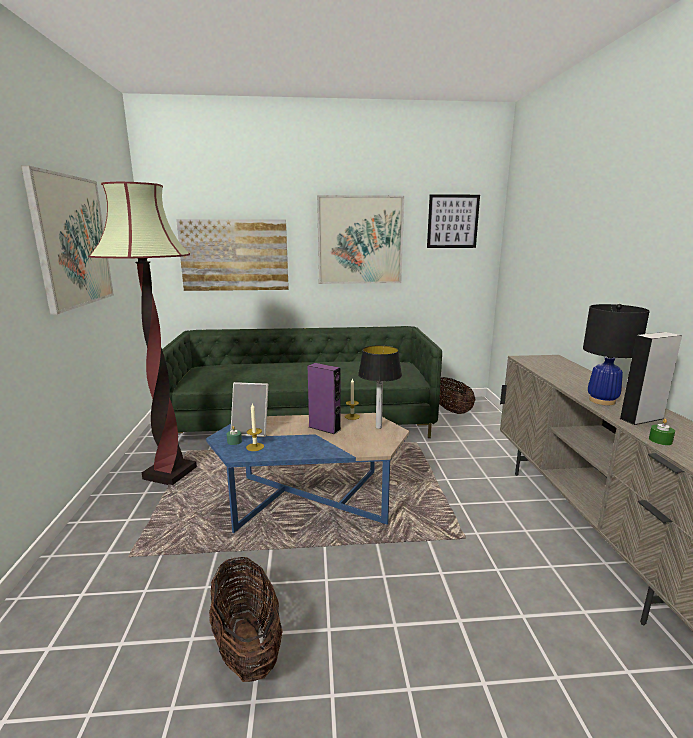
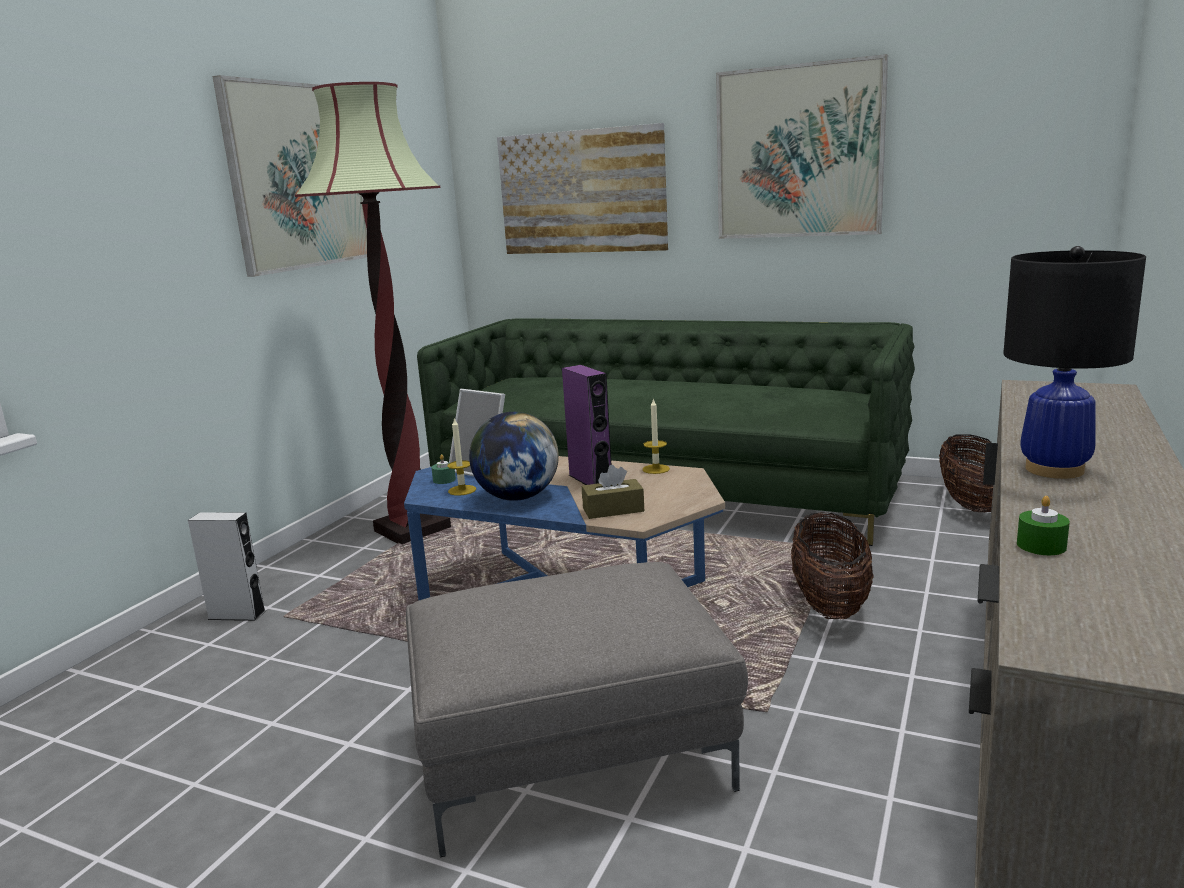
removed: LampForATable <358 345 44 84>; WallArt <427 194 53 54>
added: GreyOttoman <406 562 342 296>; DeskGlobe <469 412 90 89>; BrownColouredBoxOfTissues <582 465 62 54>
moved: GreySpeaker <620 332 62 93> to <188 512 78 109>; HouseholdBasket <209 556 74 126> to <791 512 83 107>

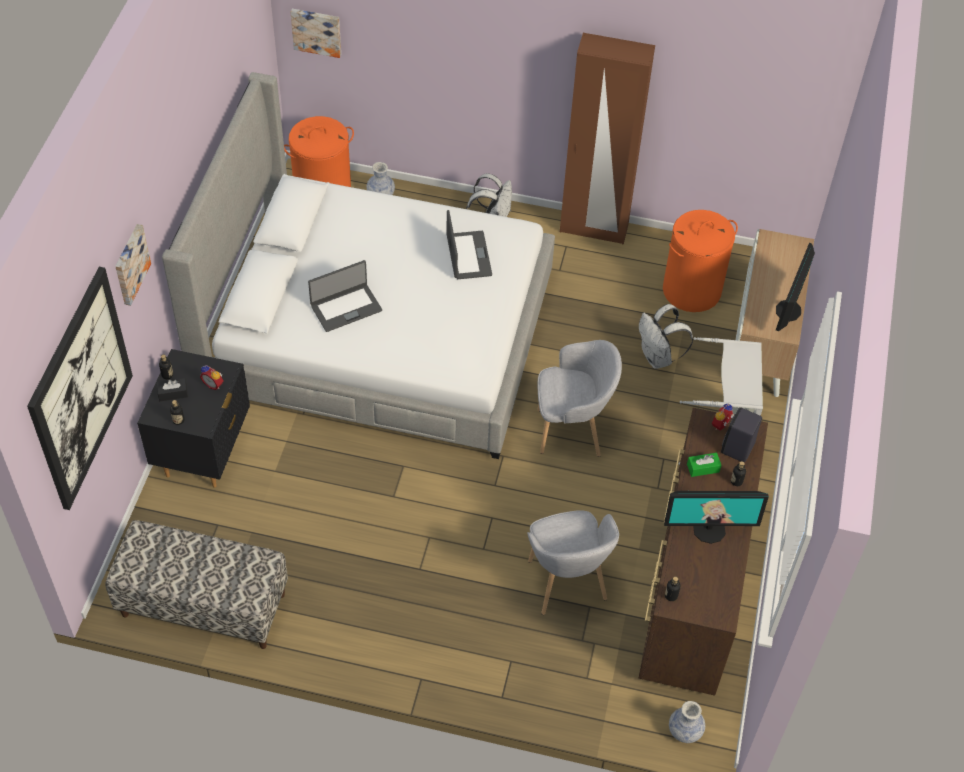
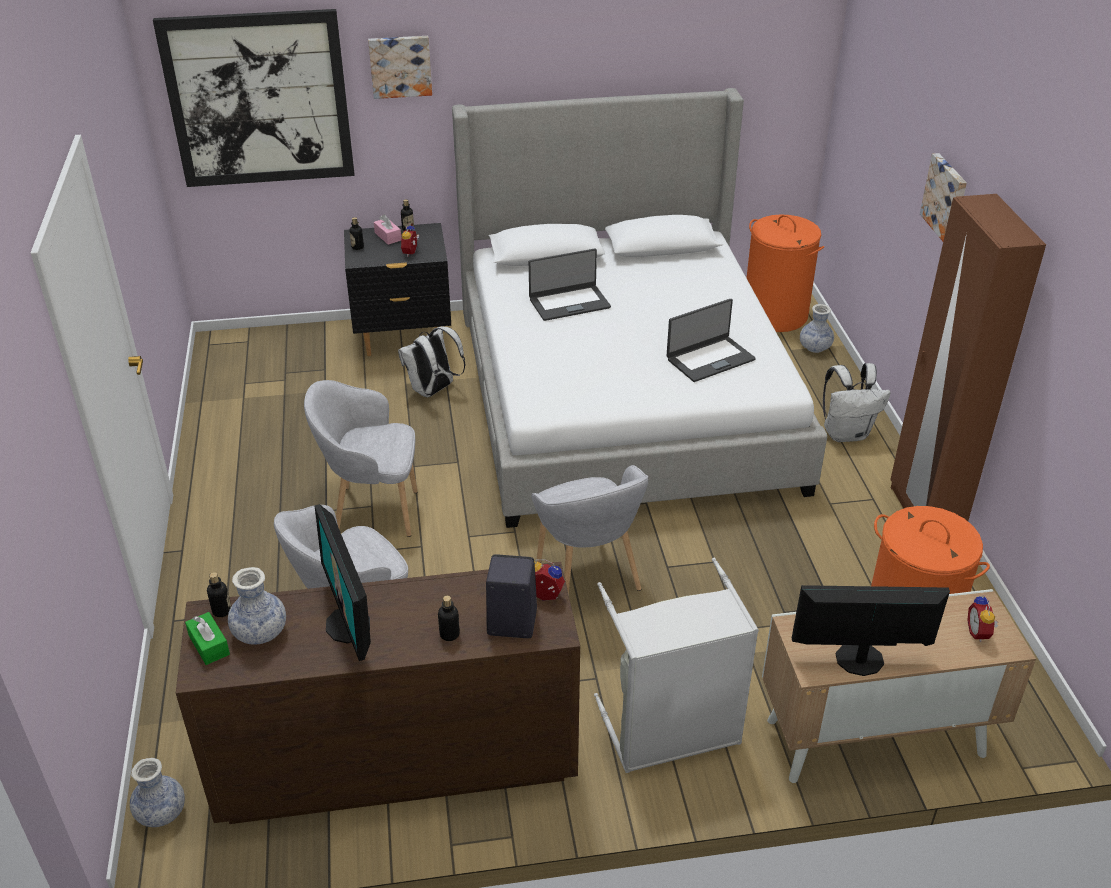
removed: IndoorBench <105 520 183 129>
added: FlowerVase <228 567 58 78>; GreyArmchair <304 380 114 157>; BedsideClock <967 595 31 47>
moved: GreenishBoxOfTissues <687 453 34 24> to <185 612 45 53>; WhiteKnapsack <639 304 54 65> to <398 326 68 71>; WallArt <290 9 51 49> to <920 153 47 88>
recoloured: BlackishBoxOfTissues <157 378 31 23> to PinkColouredBoxOfTissues <374 214 27 31>
turned: Laptop <308 260 74 72> = <529 249 82 72> 60 degrees counterclockwise

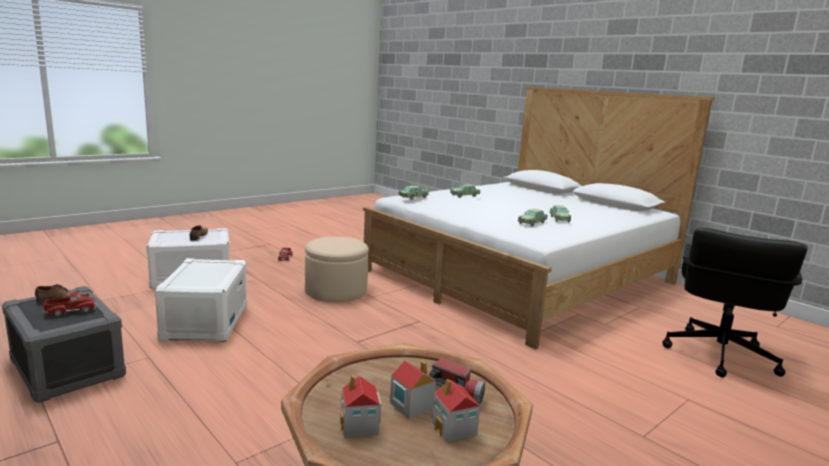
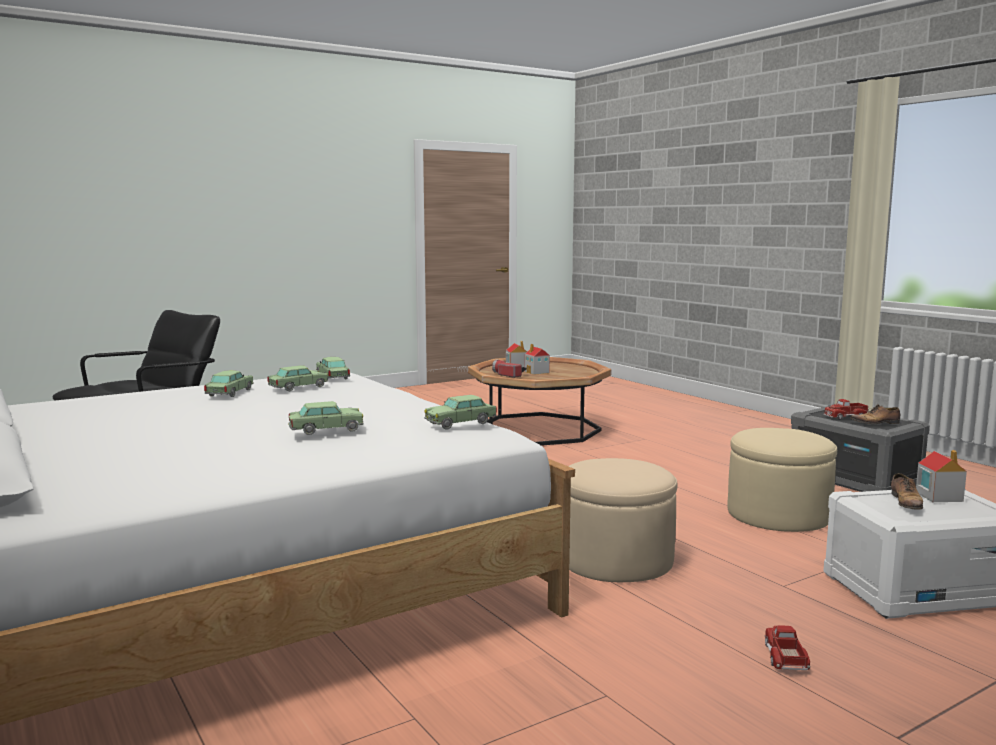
added: ToyCar <316 357 34 23>
moved: ModelHouse <340 374 41 64> to <916 450 51 52>
replaced: WhiteStorageContainer <154 258 93 84> to BeigeOttoman <727 428 110 104>

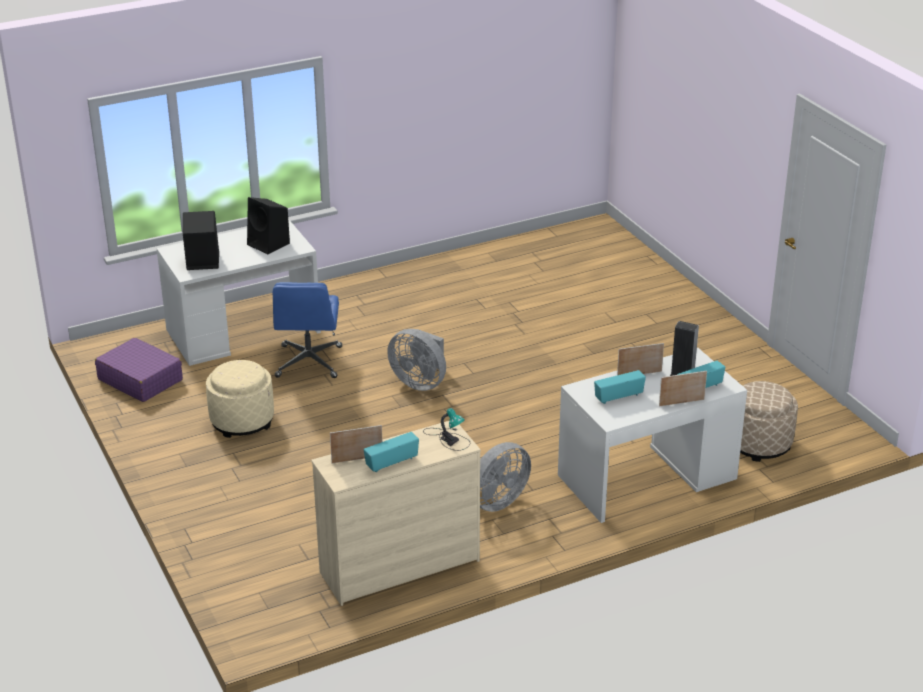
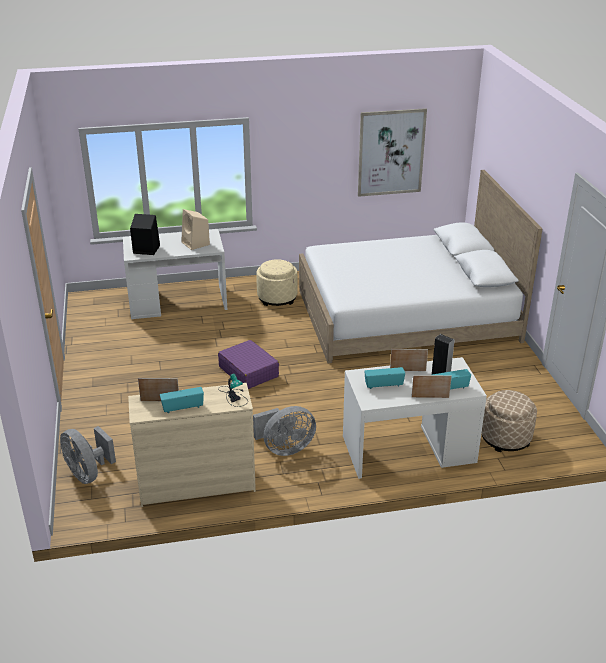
removed: BlueColouredOfficeChair <273 282 69 96>
added: WhiteSleepingBed <299 170 243 193>; WallArt <358 108 69 89>
moved: GreyElectricFan <387 329 59 62> to <60 426 56 58>; PurpleColouredTravelCase <95 338 88 64> to <218 340 61 49>; BeigeOttoman <206 360 68 78> to <257 259 41 47>
recoloured: BlackishSpeaker <247 197 43 57> to BeigeSpeaker <181 209 29 41>

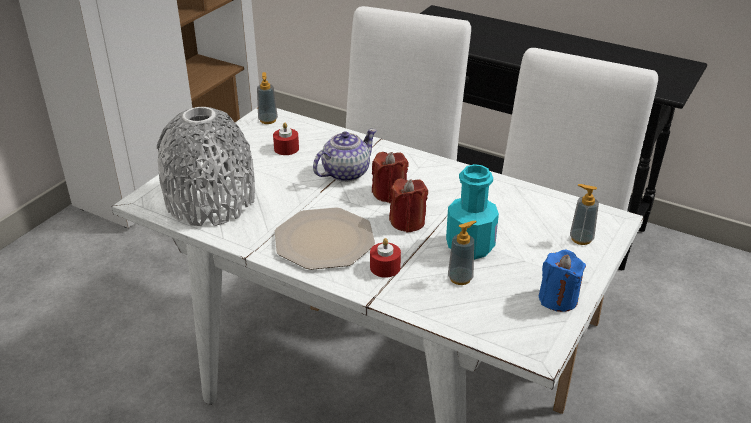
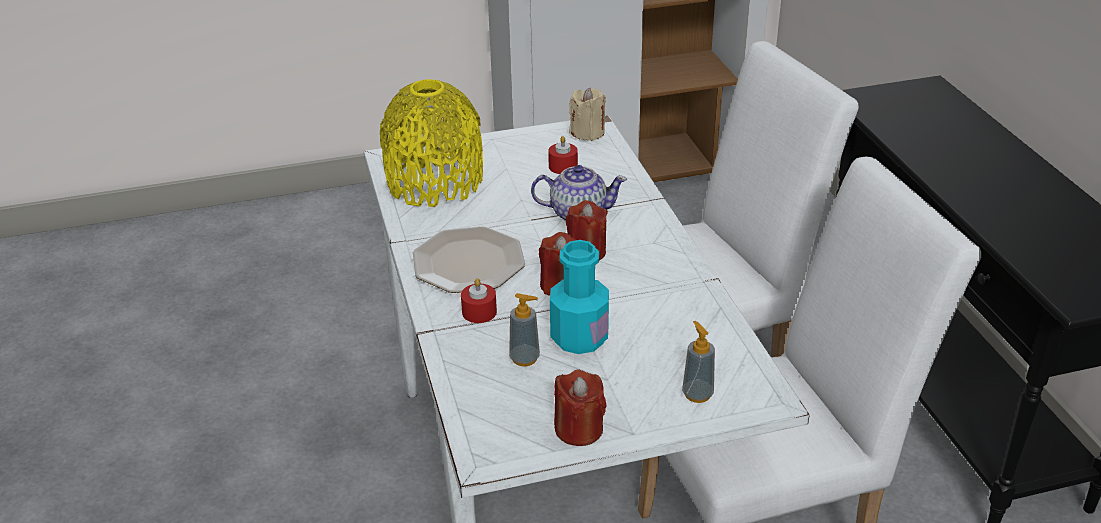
replaced: LiquidSoapBottle <257 72 21 52> to BeigeCandle <569 88 37 53>
recoloured: GreyFlowerVase <157 107 98 119> to YellowFlowerVase <380 79 103 128>; BlueColouredCandle <539 250 47 62> to RedCandle <554 370 52 76>

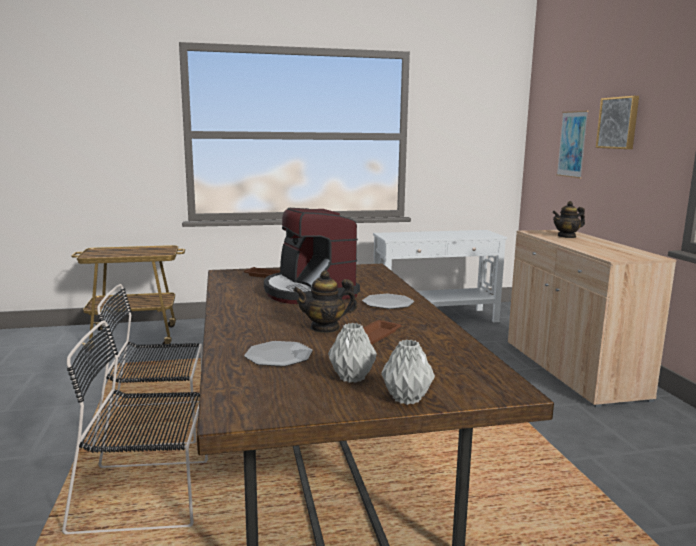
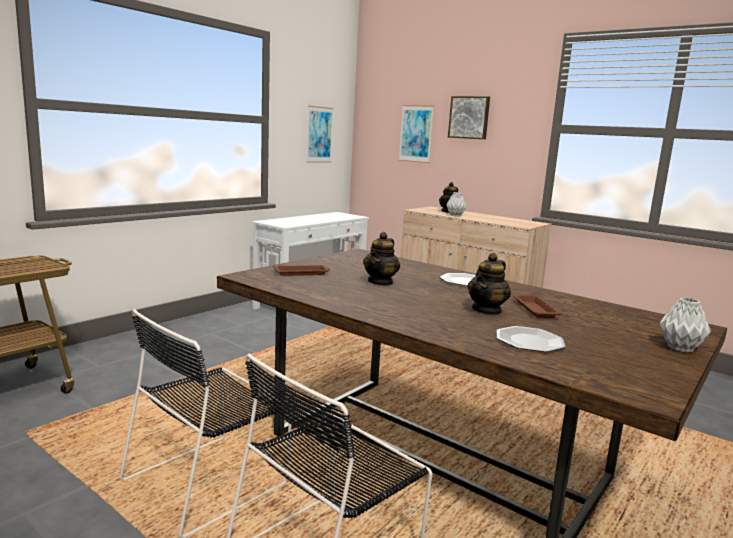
added: WallArt <306 106 28 57>
moved: GreyFlowerVase <328 323 49 60> to <446 192 21 24>
replaced: CoffeeMachine <264 208 96 96> to PotForTea <363 232 37 54>

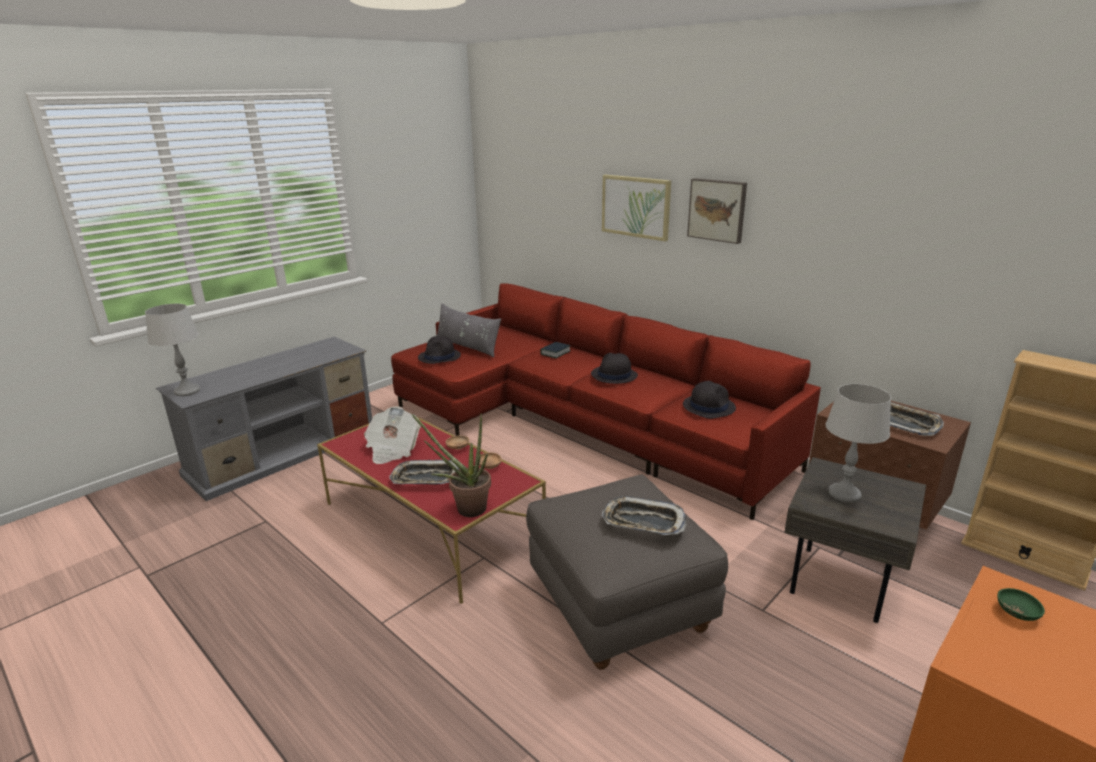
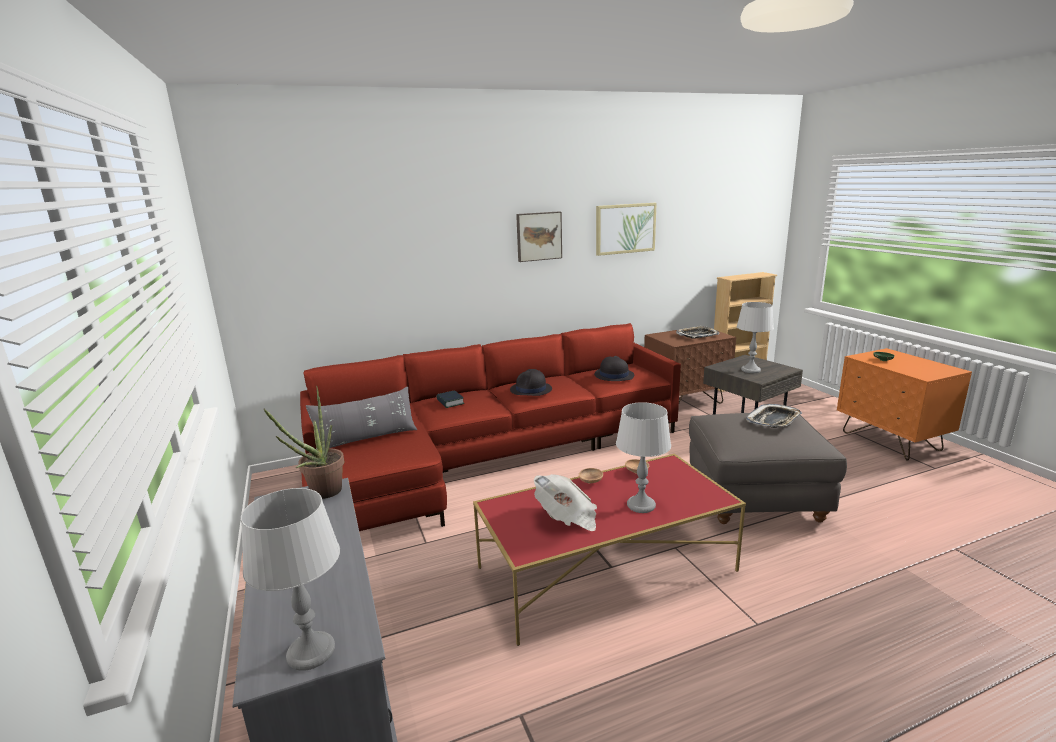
removed: BlackishWearableHat <418 336 43 28>
moved: PottedPlant <411 413 80 104> to <264 386 80 113>; WallArt <602 175 69 66> to <596 203 61 53>
replaced: Tray <389 460 71 25> to GreyLampForATable <616 402 55 111>

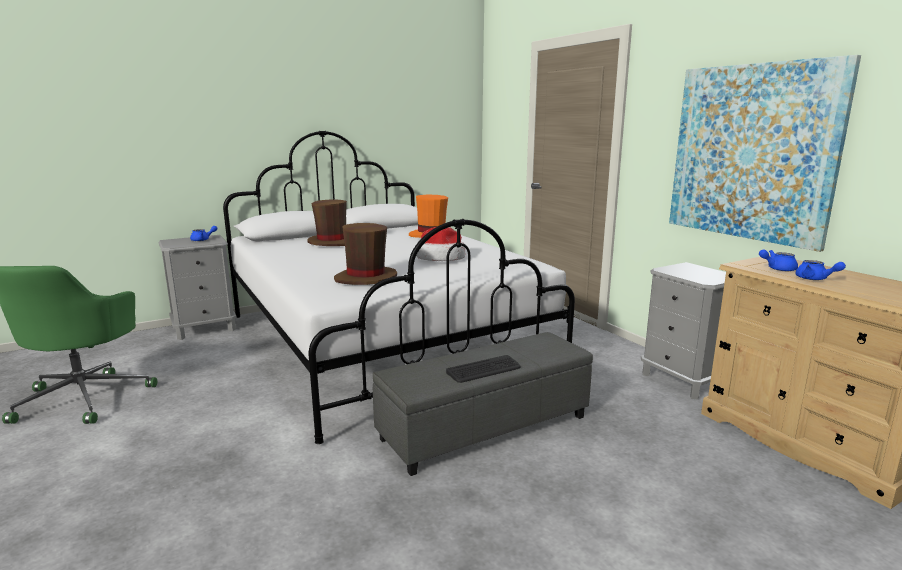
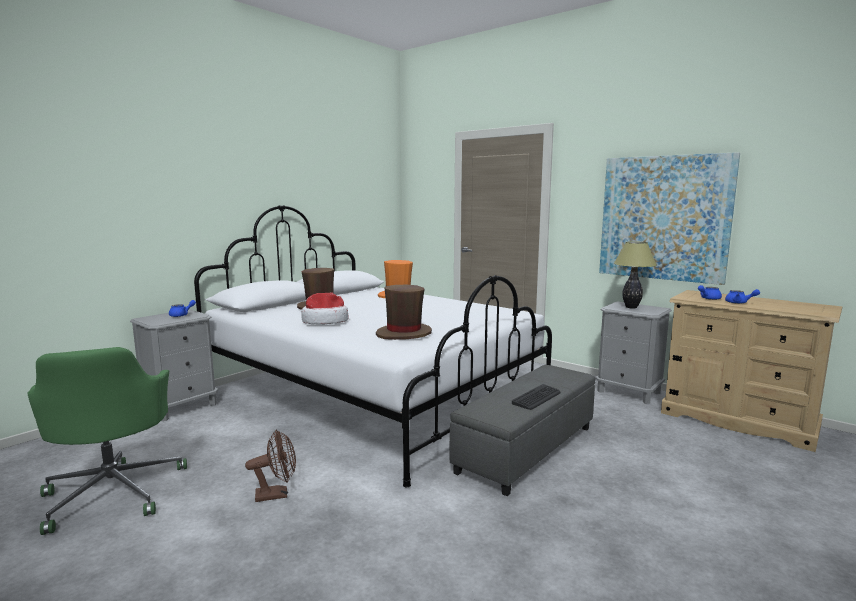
added: BrownColouredElectricFan <245 430 51 72>; LampForATable <614 241 43 68>
moved: WearableHat <416 227 49 34> to <301 292 47 32>

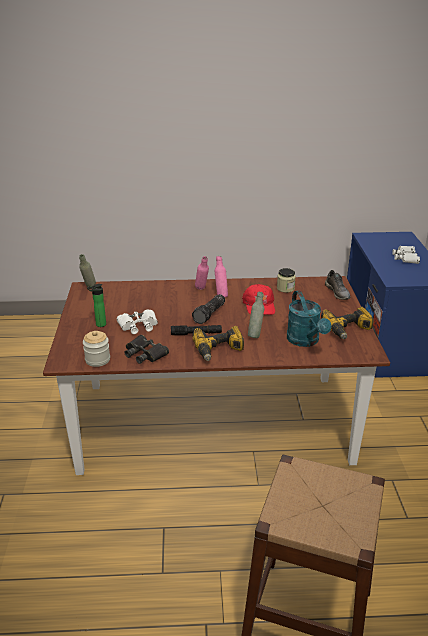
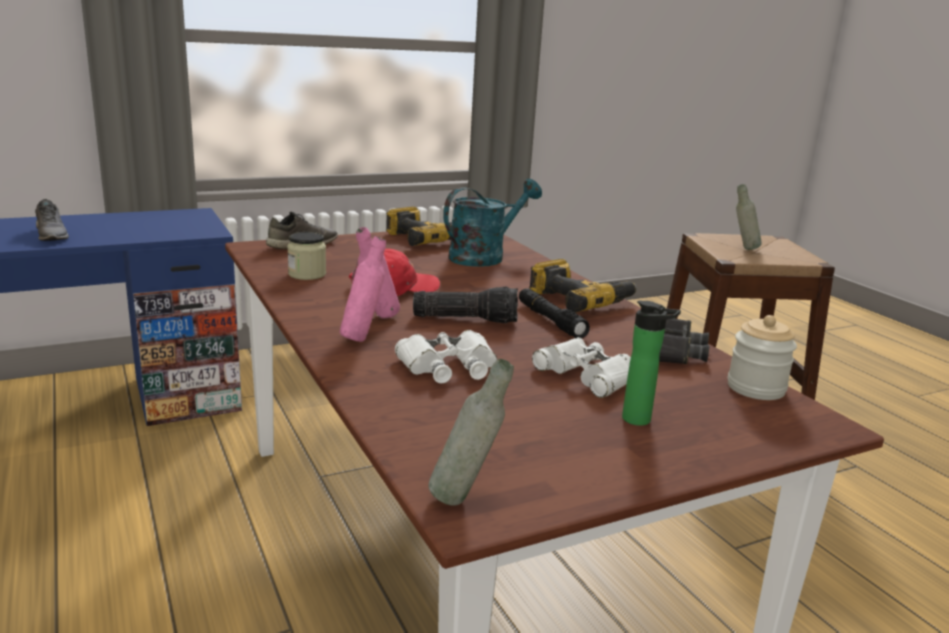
added: GreyShoe <35 199 34 42>
moved: WhiteFieldGlasses <392 246 28 18> to <395 330 102 53>; GreyDrinkBottle <248 291 16 47> to <736 184 26 66>

